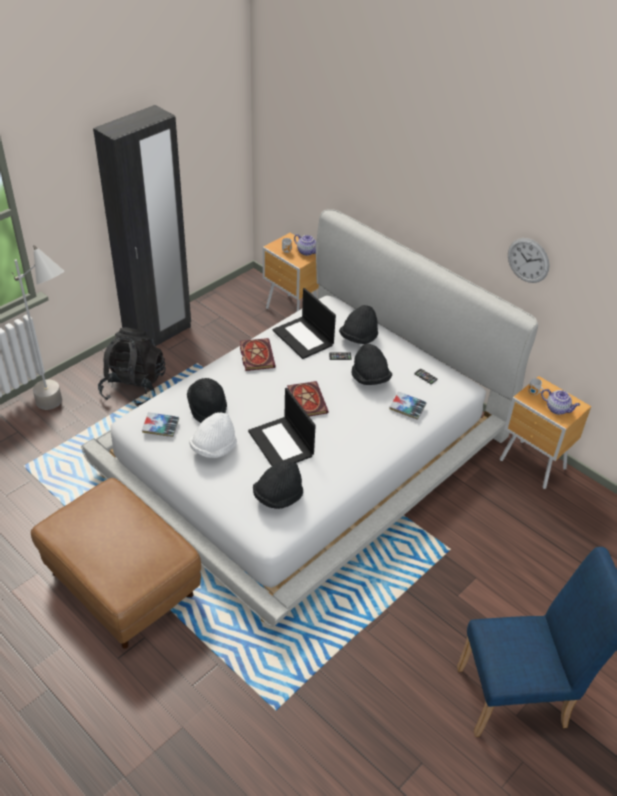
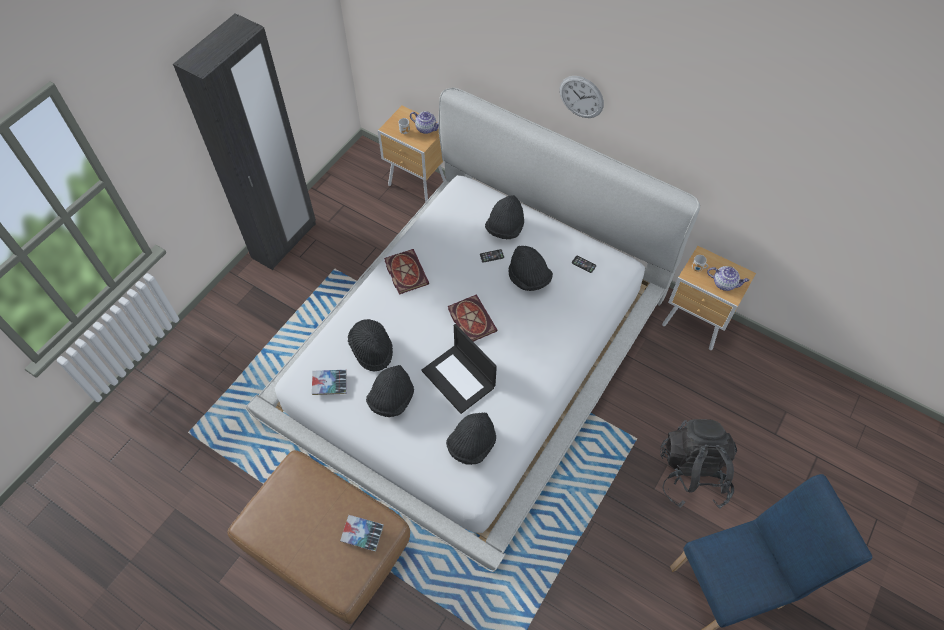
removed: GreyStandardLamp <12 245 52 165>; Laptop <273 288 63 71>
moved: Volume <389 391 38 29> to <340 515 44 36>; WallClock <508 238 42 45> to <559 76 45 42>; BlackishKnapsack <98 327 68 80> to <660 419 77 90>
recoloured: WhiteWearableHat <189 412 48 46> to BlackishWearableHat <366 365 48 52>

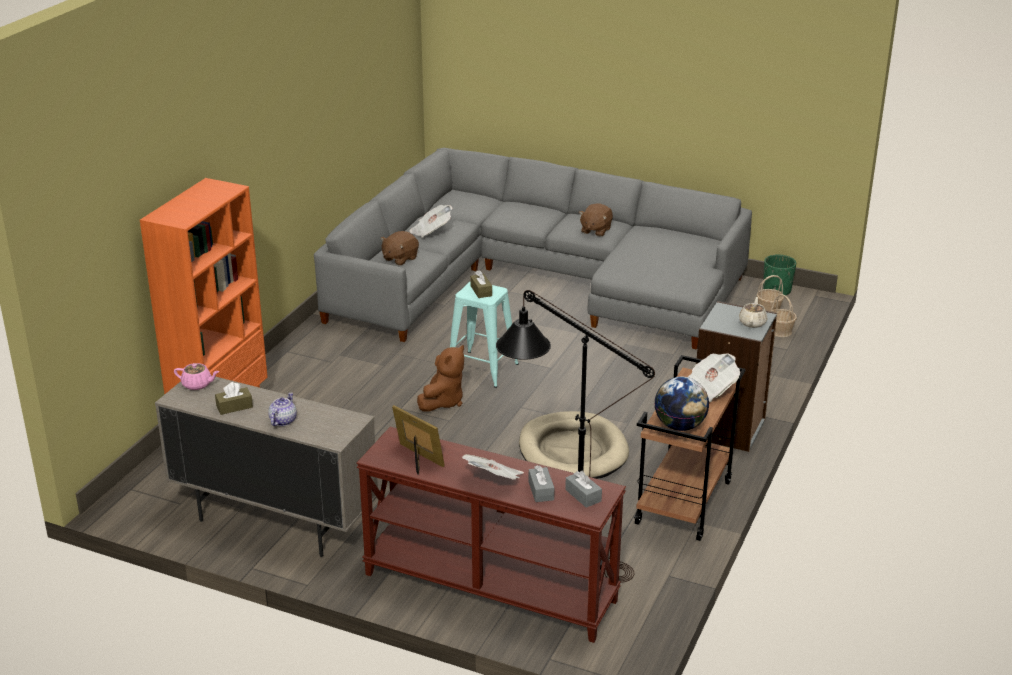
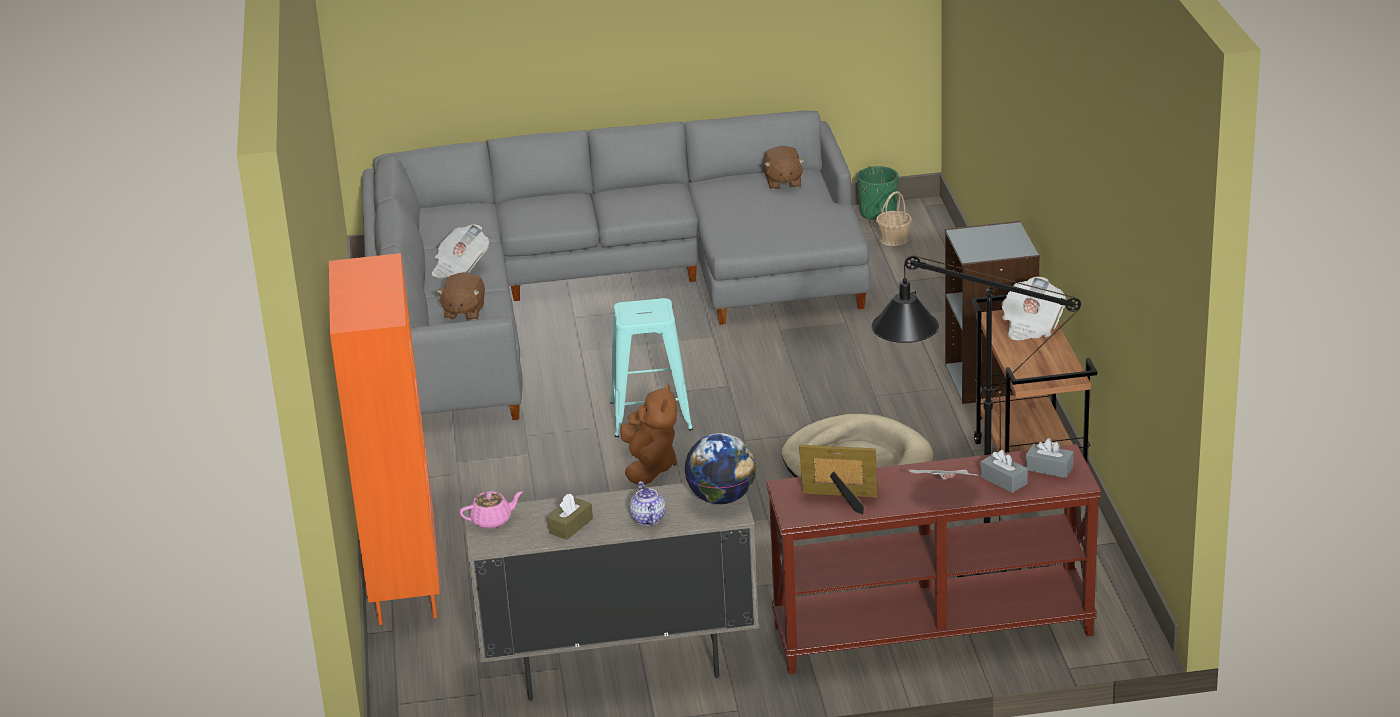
removed: BrownColouredBoxOfTissues <470 270 22 28>; BeigePotForTea <739 297 28 31>; HouseholdBasket <770 294 27 43>
moved: DeskGlobe <654 377 55 54> to <684 433 72 71>; BrownColouredPlushToy <579 204 34 32> to <763 146 42 43>

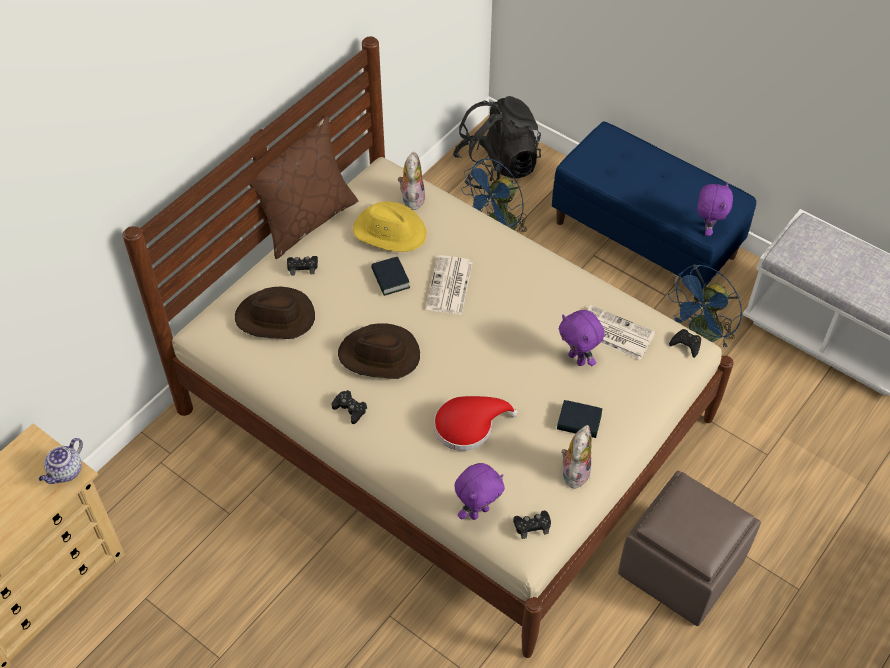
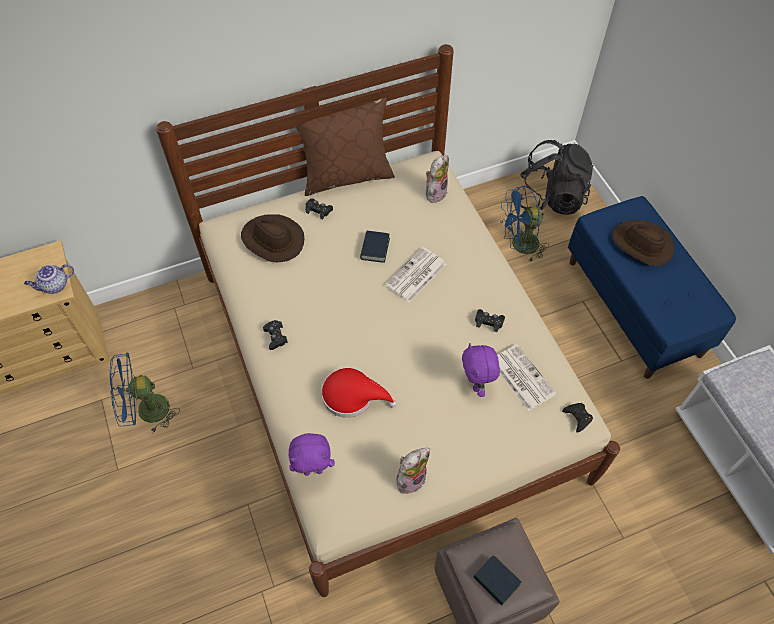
removed: YellowWearableHat <353 201 74 51>; PurpleColouredPlushToy <697 182 36 54>
moved: BlueColouredElectricFan <668 264 74 85> to <110 352 70 82>; Volume <557 400 46 38> to <473 555 49 50>; BlackishGameController <513 511 38 28> to <475 309 30 23>; BrownColouredWearableHat <338 323 82 56> to <612 220 62 46>

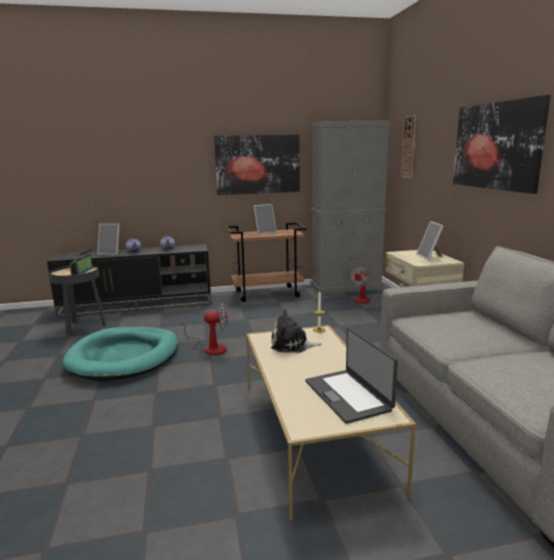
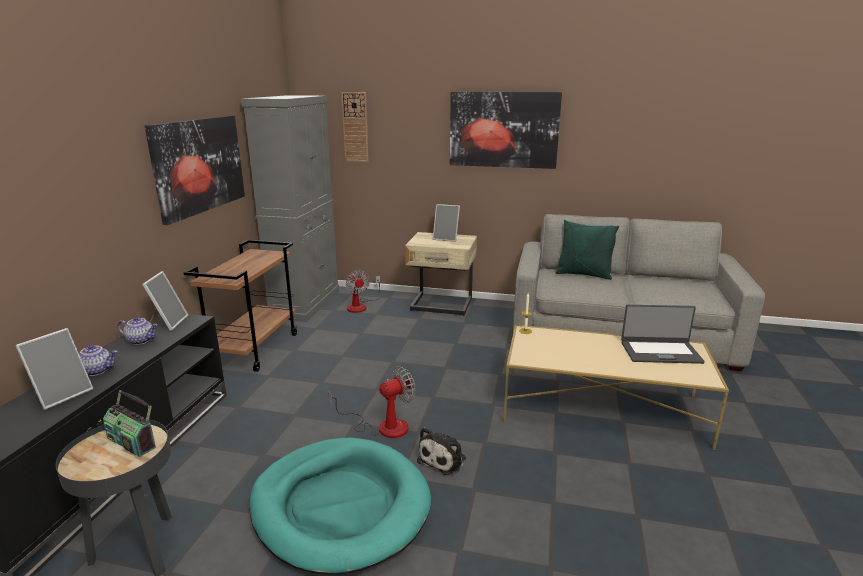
added: GreenishPillow <555 220 64 60>
moved: PhotoFrame <254 204 23 30> to <142 271 46 60>; PlushToy <271 310 51 43> to <417 427 49 48>
turned: ElectricFan <180 303 48 52> = <328 366 87 72> 45 degrees clockwise

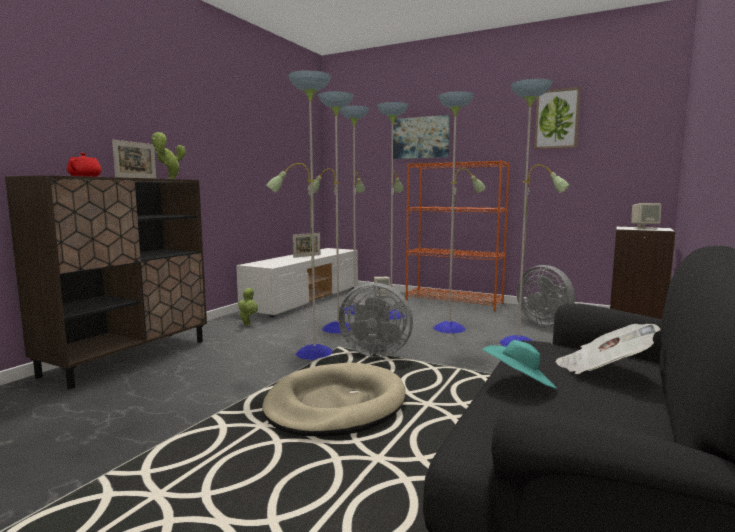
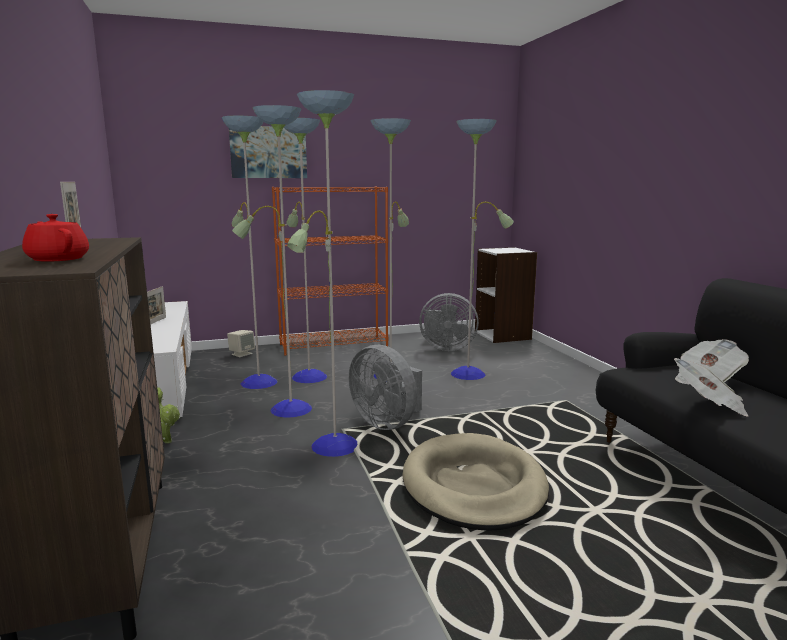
removed: PottedPlant <151 132 35 47>; WallArt <534 87 47 62>; BeigeSpeaker <631 203 30 26>
replaced: TurquoiseWearableHat <482 340 75 49> to DailyPaper <674 358 75 59>
turned: GreyElectricFan <339 283 74 74> = <349 345 73 85> 75 degrees clockwise

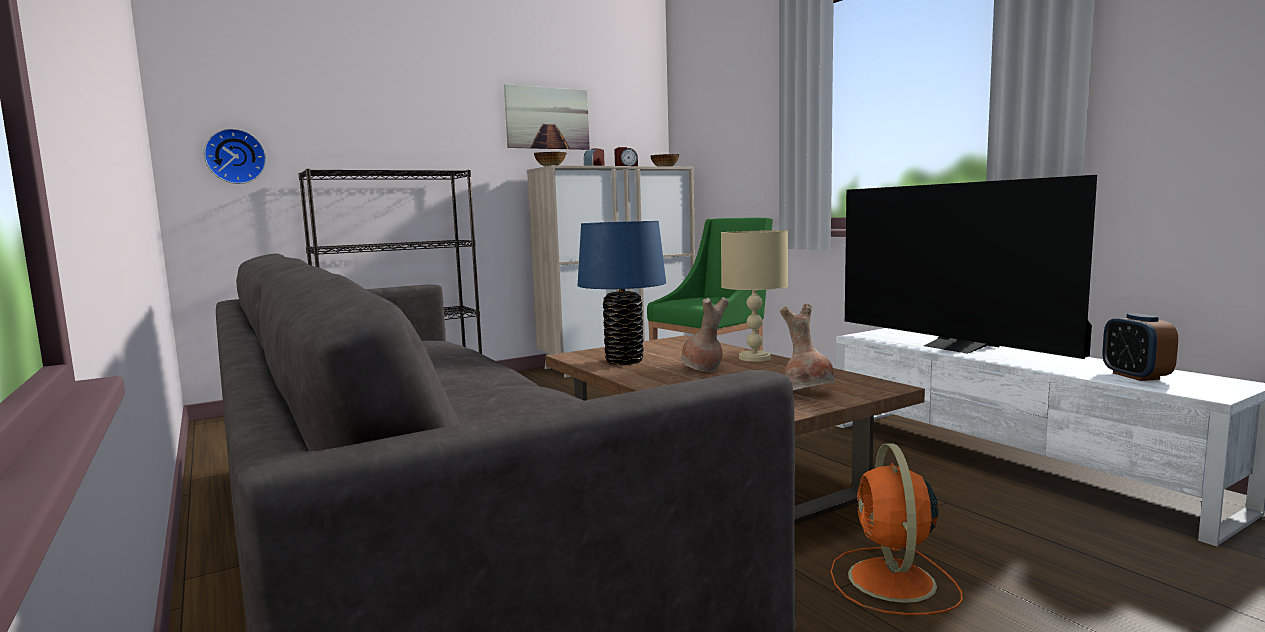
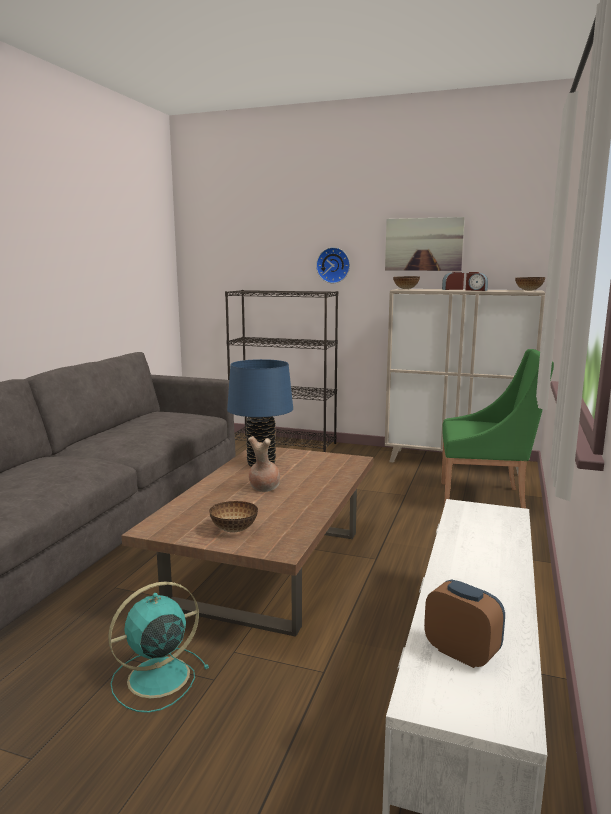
removed: BeigeLampForATable <721 230 67 132>; Tv <845 175 252 184>
moved: WallClock <204 128 62 56> to <316 247 34 36>
replaced: BrownColouredFlowerVase <780 303 55 88> to Bowl <209 501 49 32>
recoloured: OrangeyElectricFan <831 444 132 171> to TurquoiseElectricFan <108 581 101 132>
turned: BedsideClock <1102 313 76 68> = <424 579 81 89> 90 degrees clockwise

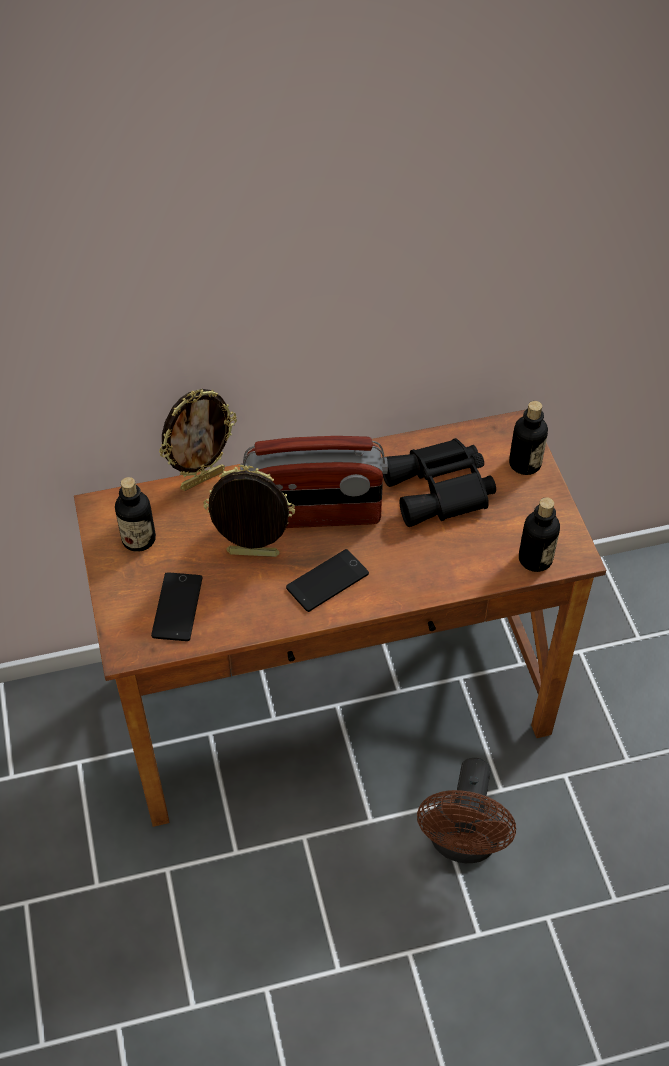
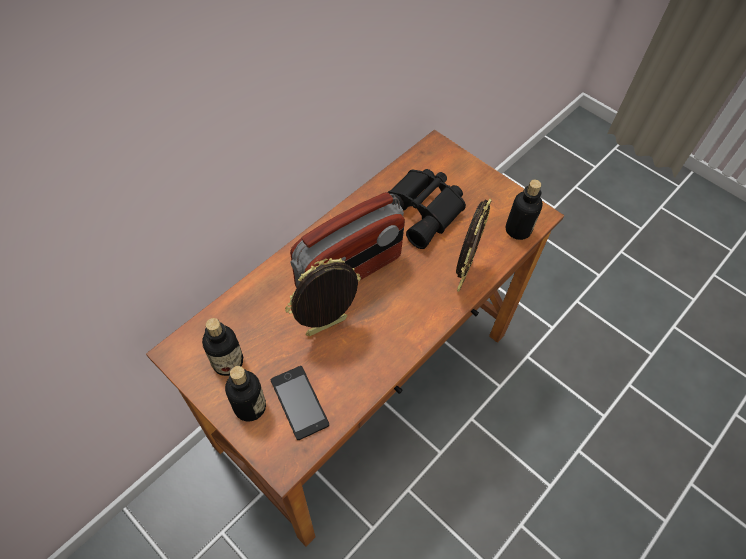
removed: Phone <286 549 83 63>; BrownColouredElectricFan <417 758 99 105>
moved: DrinkBottle <509 401 39 74> to <225 366 41 56>; PhotoFrame <159 389 78 102> to <456 198 36 94>

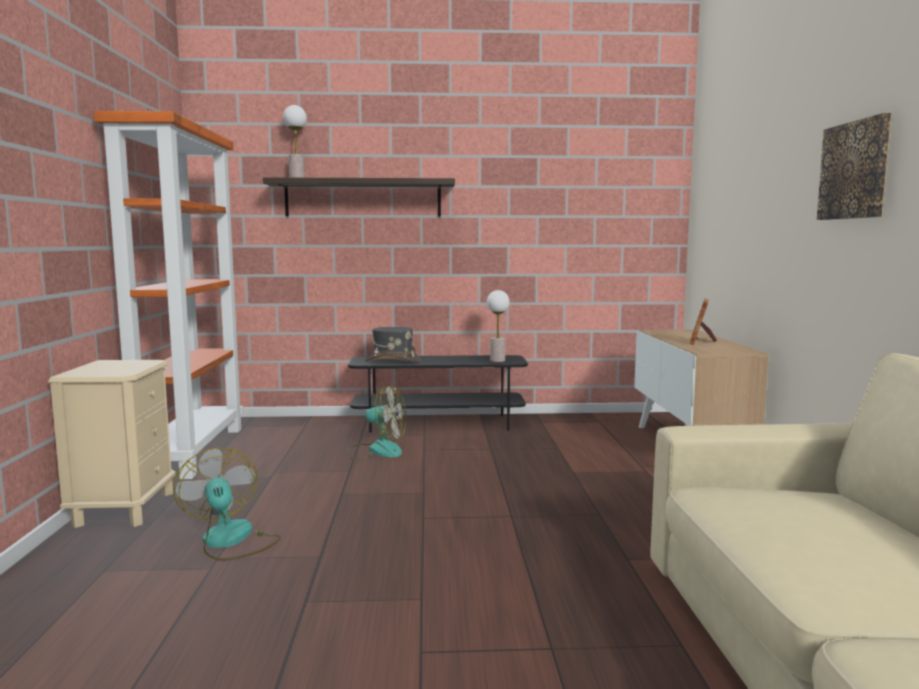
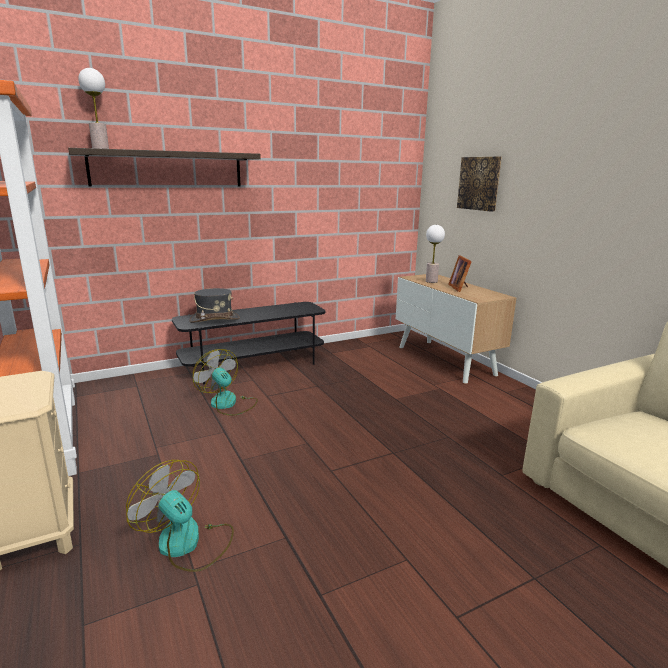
moved: LampForATable <487 290 23 72> to <426 225 19 58>; WallArt <817 113 75 107> to <457 157 45 55>
turned: ElectricFan <347 385 59 75> = <193 349 65 67> 120 degrees counterclockwise

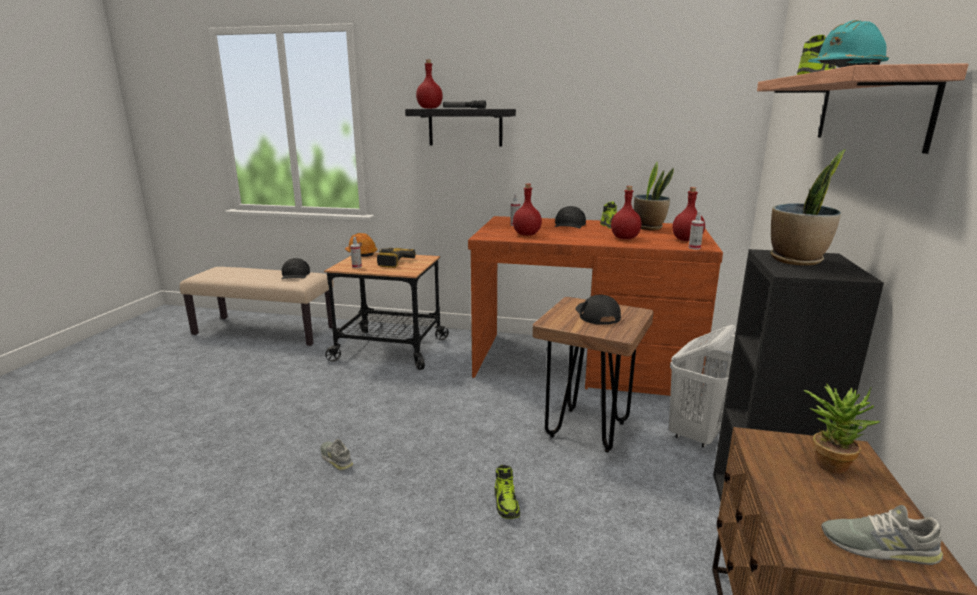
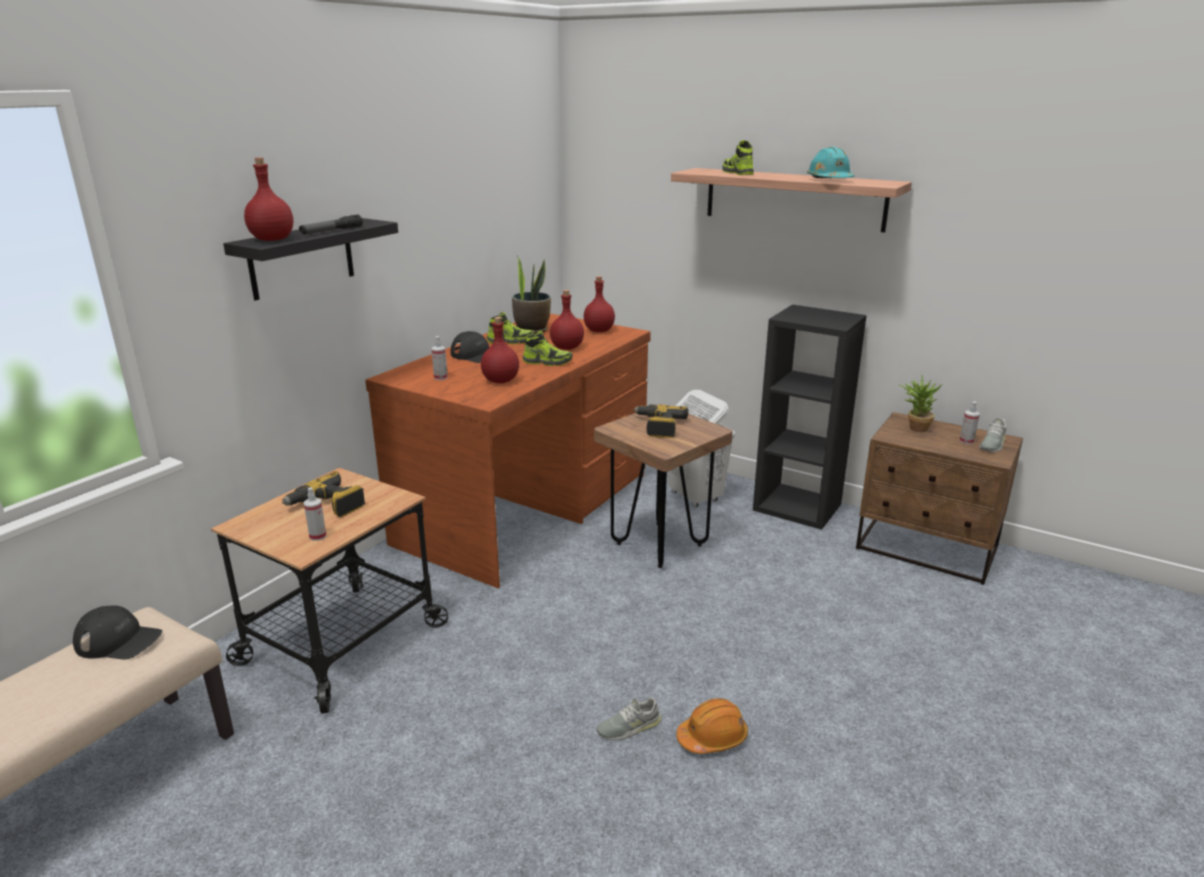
removed: PottedPlant <770 149 76 117>
moved: Shoe <494 465 26 54> to <523 331 50 35>; OrangeyHardHat <345 233 32 24> to <676 698 72 56>; HandSprayer <688 211 16 39> to <959 402 21 42>
replaced: BlackishCap <576 295 45 30> to Drill <633 405 55 33>

